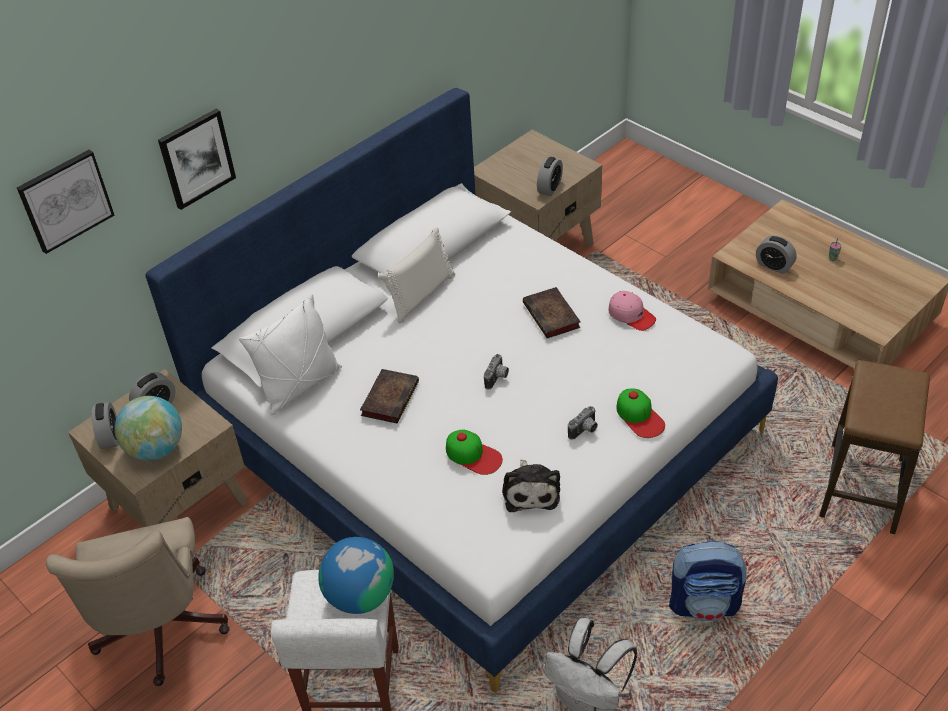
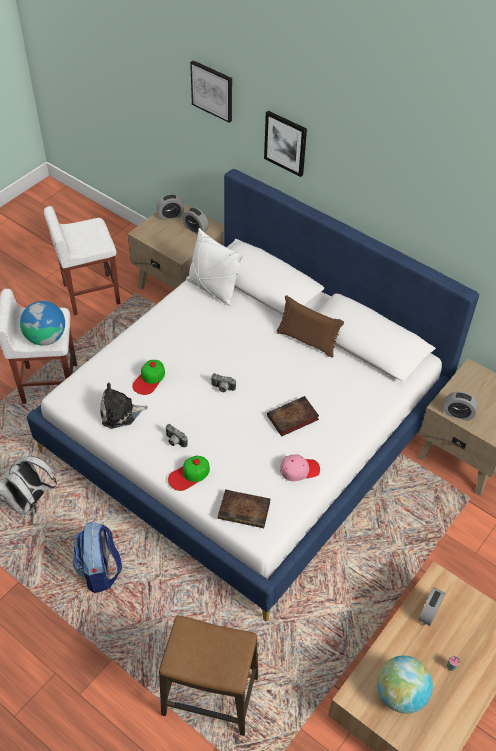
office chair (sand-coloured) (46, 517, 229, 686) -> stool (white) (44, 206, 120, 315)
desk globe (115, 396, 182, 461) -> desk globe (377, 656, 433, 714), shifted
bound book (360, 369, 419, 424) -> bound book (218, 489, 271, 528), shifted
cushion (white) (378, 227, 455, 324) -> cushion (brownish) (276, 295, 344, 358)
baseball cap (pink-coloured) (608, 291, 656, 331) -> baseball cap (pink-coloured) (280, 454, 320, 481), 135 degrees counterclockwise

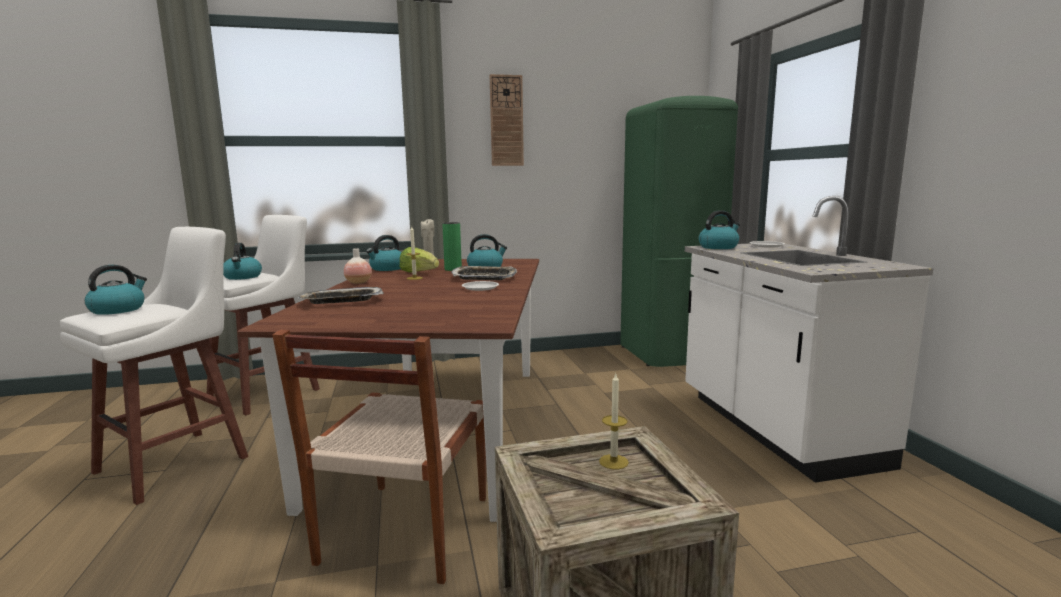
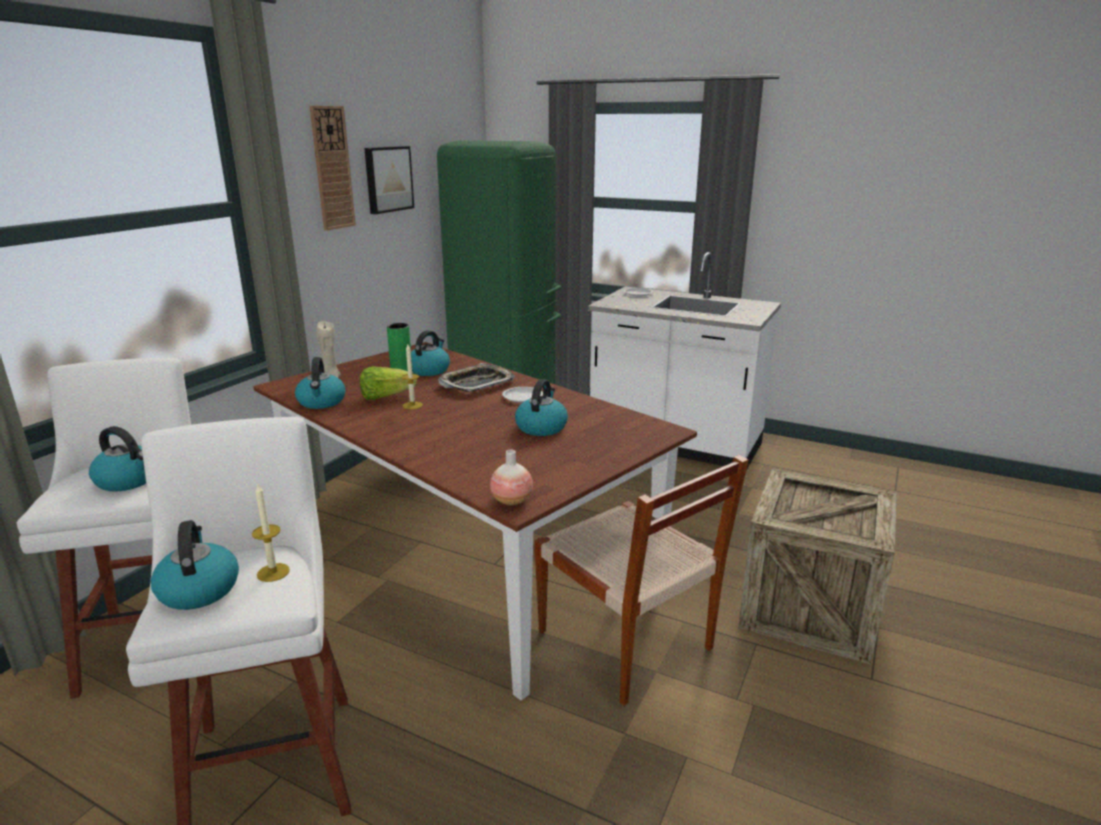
tray (298, 287, 384, 304) -> none
decorative vase (344, 248, 372, 284) -> decorative vase (490, 450, 533, 506), shifted
candle (599, 374, 629, 469) -> candle (252, 484, 290, 582), shifted
water kettle (699, 210, 740, 249) -> water kettle (515, 379, 568, 436), shifted
none -> picture (364, 146, 414, 214)

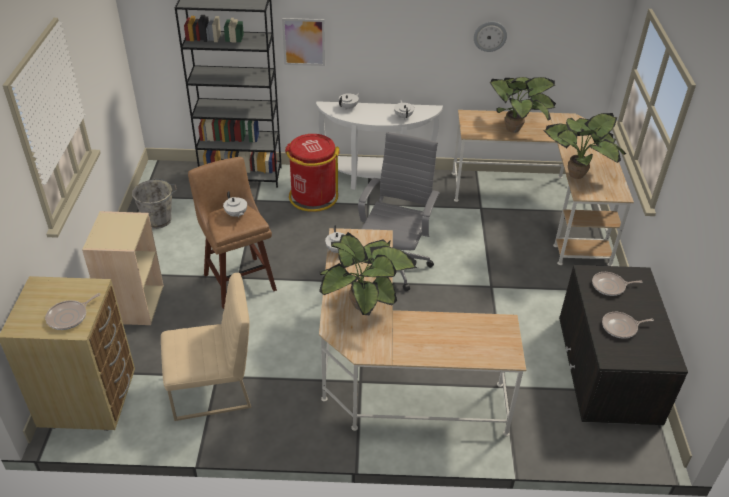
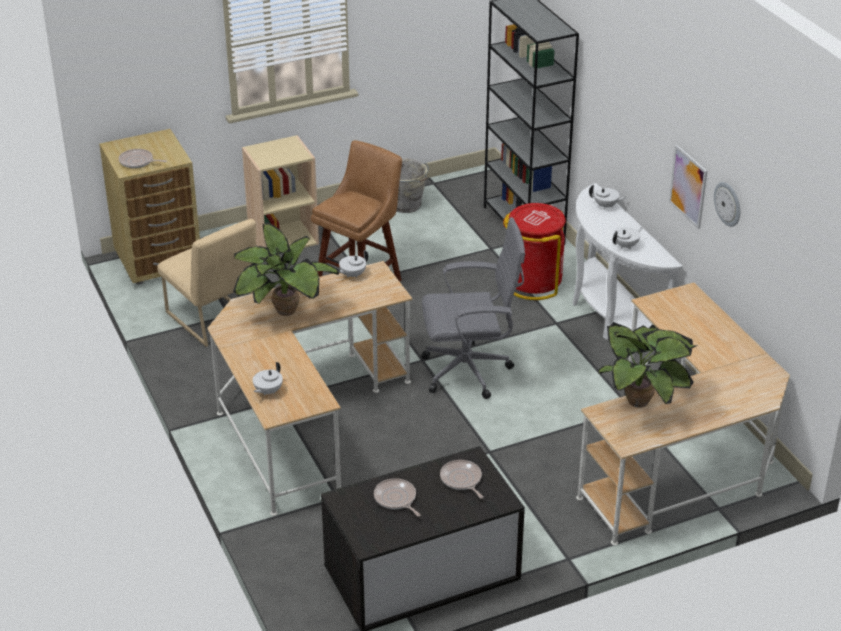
tea pot (white) (223, 191, 247, 217) -> tea pot (white) (253, 362, 283, 396), shifted
picture (282, 18, 325, 66) -> picture (669, 145, 707, 229), shifted
houseplant (490, 77, 556, 133) -> none

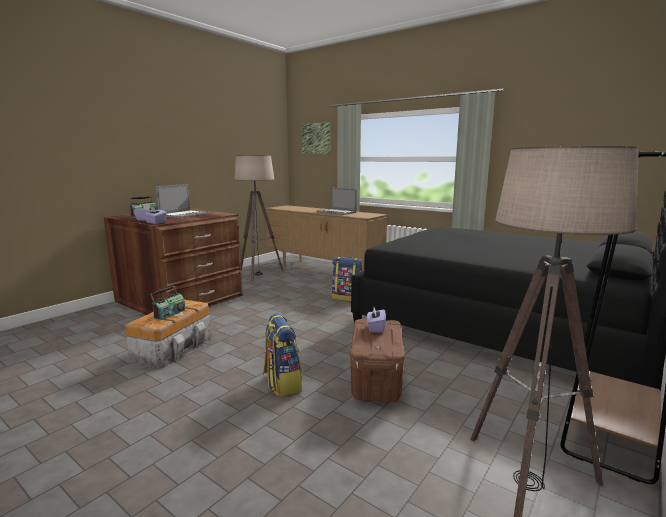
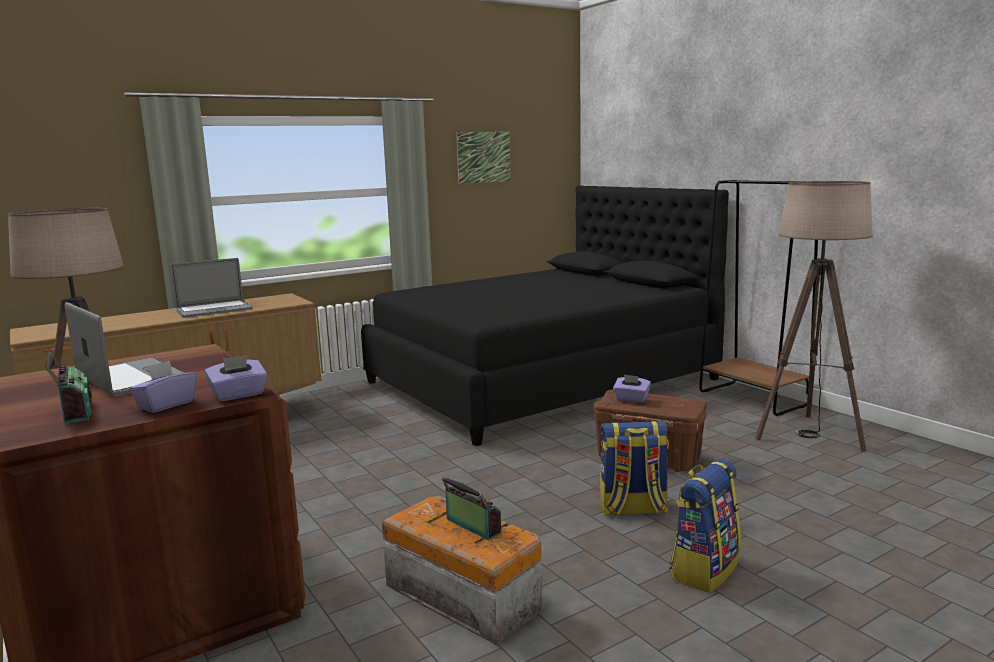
picture (302, 122, 331, 154) -> picture (456, 132, 511, 184), shifted
backpack (332, 257, 363, 302) -> backpack (669, 459, 741, 593), shifted

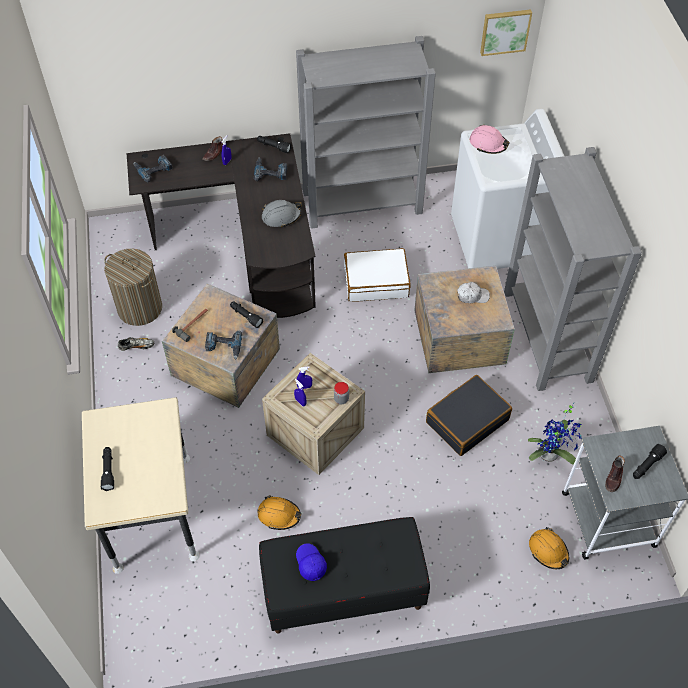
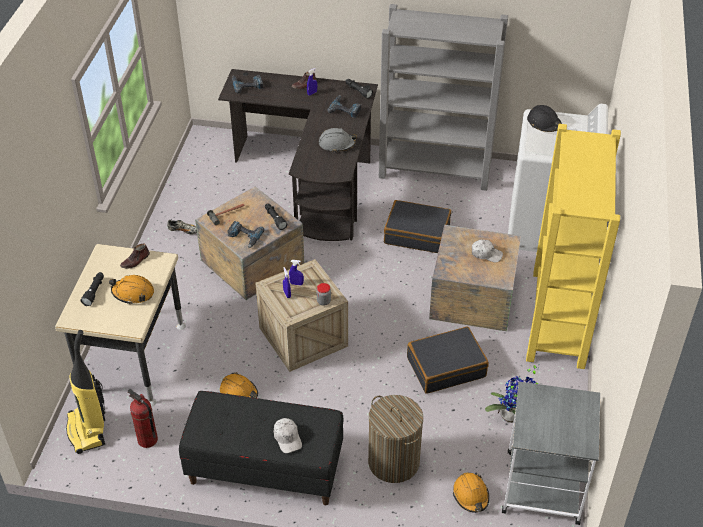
hamper (104, 249, 162, 326) -> hamper (368, 395, 423, 483), shifted
baseball cap (blue-coloured) (296, 543, 327, 581) -> none
piece of luggage (white) (344, 248, 411, 302) -> piece of luggage (black-coloured) (384, 200, 451, 253)
hard hat (pink-coloured) (470, 125, 510, 154) -> hard hat (black-coloured) (527, 105, 562, 132)
picture (480, 9, 532, 56) -> none
bookcase (gray) (504, 147, 642, 391) -> bookcase (yellow) (526, 124, 621, 369)
item of footwear (brownish) (605, 455, 625, 492) -> item of footwear (brownish) (120, 243, 150, 268), shifted
torch (black-coloured) (633, 444, 667, 479) -> none
none -> vacuum (66, 330, 106, 454)
none -> hard hat (orange) (109, 275, 154, 305)
none -> fire-fighting cylinder (128, 389, 158, 448)
none -> baseball cap (white) (274, 418, 302, 453)

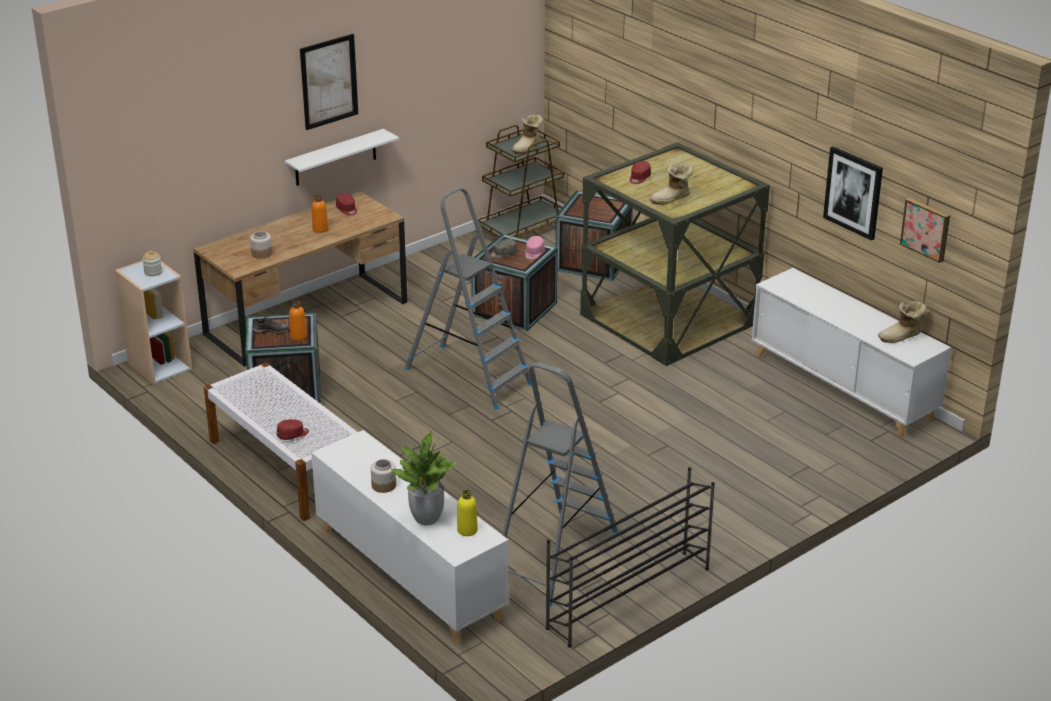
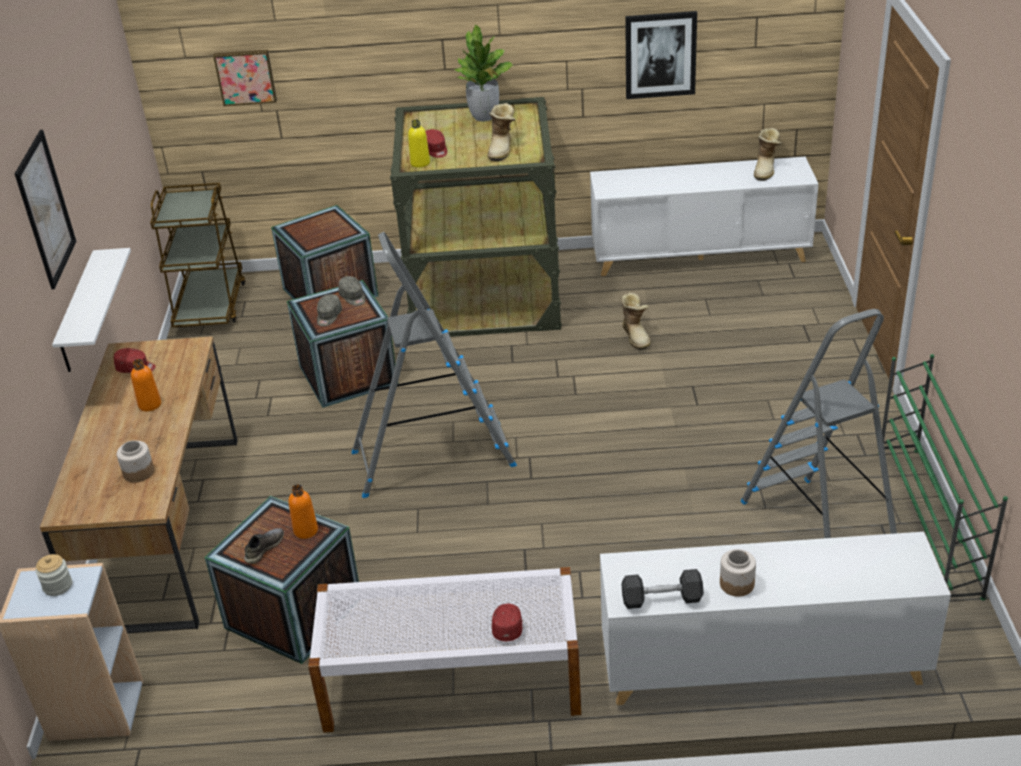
houseplant (391, 432, 457, 525) -> houseplant (454, 24, 513, 121), shifted
drink bottle (yellow) (457, 490, 478, 536) -> drink bottle (yellow) (408, 119, 430, 168), shifted
high-top boot (511, 115, 543, 154) -> high-top boot (621, 292, 651, 350), shifted
baseball cap (pink-coloured) (525, 236, 545, 259) -> baseball cap (gray) (338, 276, 366, 306)
shoe rack (black-coloured) (546, 467, 715, 648) -> shoe rack (greenish) (878, 354, 1008, 601)
picture (900, 198, 950, 263) -> picture (213, 50, 277, 106), shifted
none -> dumbbell (gray) (621, 569, 704, 609)

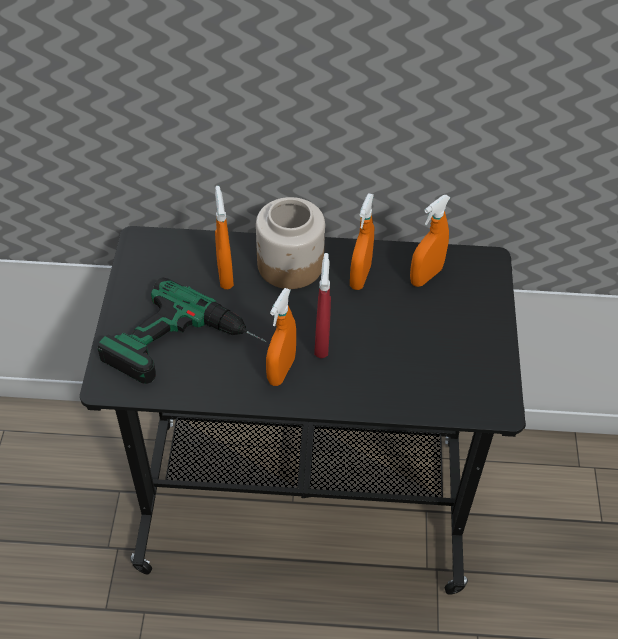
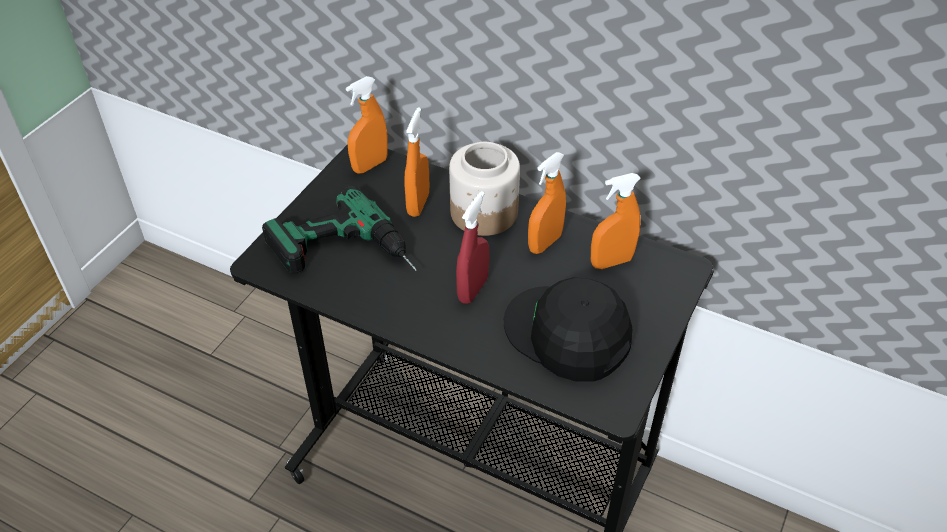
hand sprayer (orange) (266, 288, 296, 386) -> hand sprayer (orange) (346, 76, 388, 174), shifted
none -> baseball cap (black-coloured) (504, 277, 633, 382)

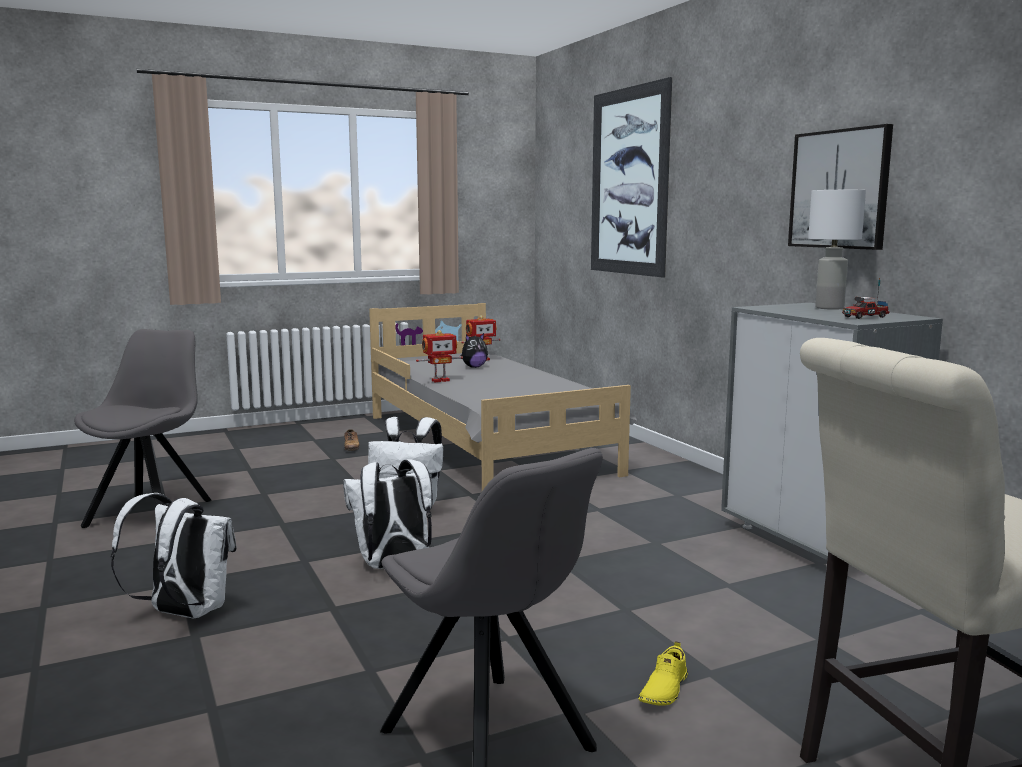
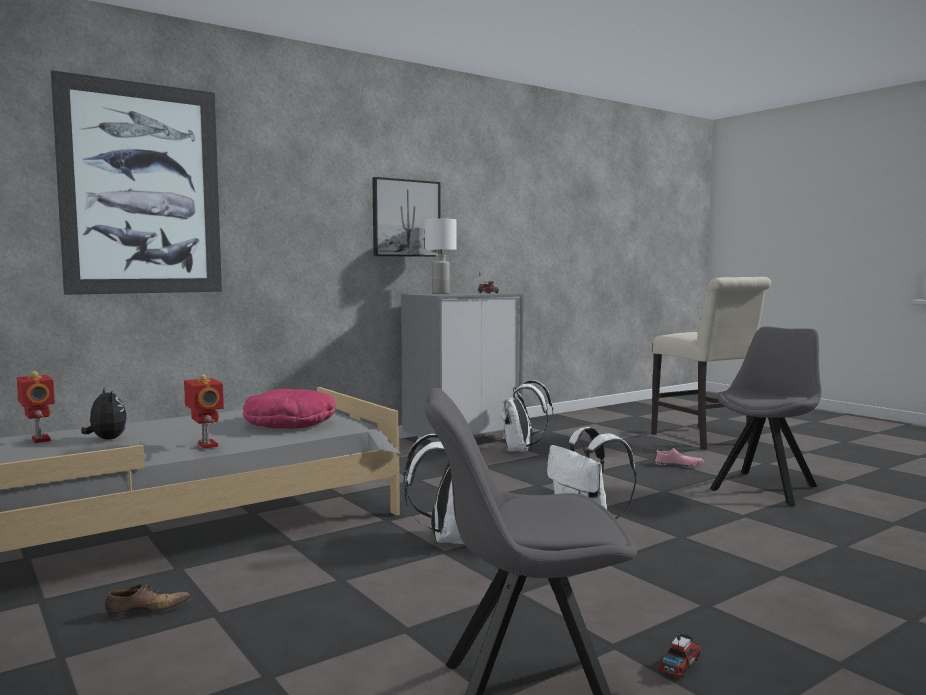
backpack (white) (111, 493, 237, 618) -> backpack (white) (501, 380, 553, 452), shifted
item of footwear (yellow) (638, 641, 688, 706) -> item of footwear (pink-coloured) (654, 448, 704, 467)
none -> cushion (pink-coloured) (243, 389, 336, 429)
none -> toy lorry (659, 630, 701, 678)

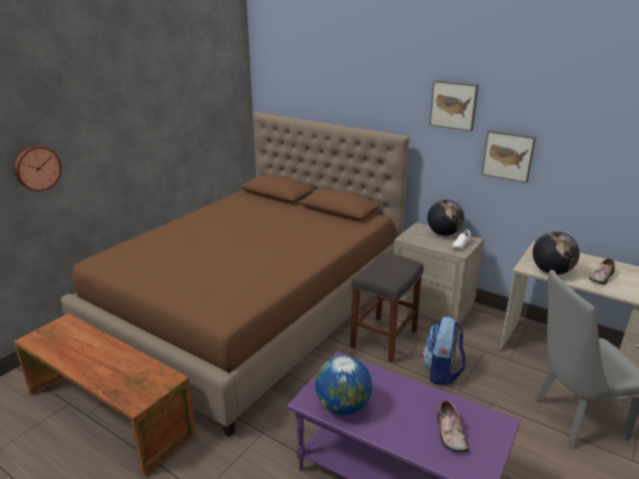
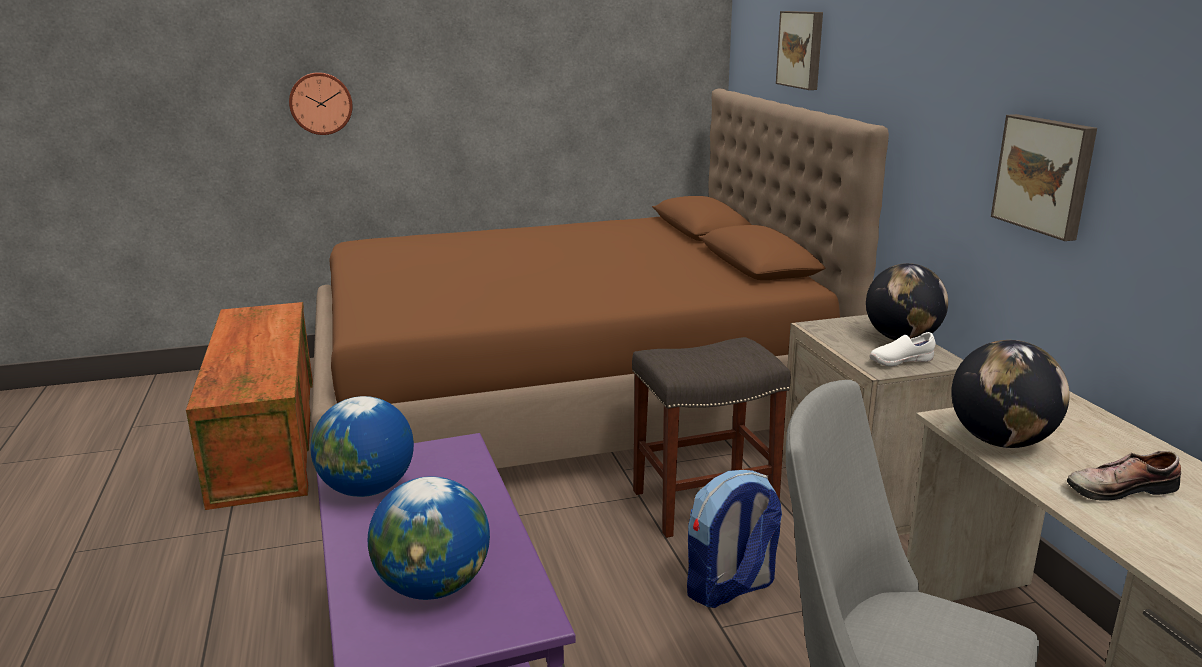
picture (430, 81, 479, 131) -> picture (776, 11, 823, 90), shifted
item of footwear (437, 400, 468, 452) -> desk globe (368, 476, 490, 600)

